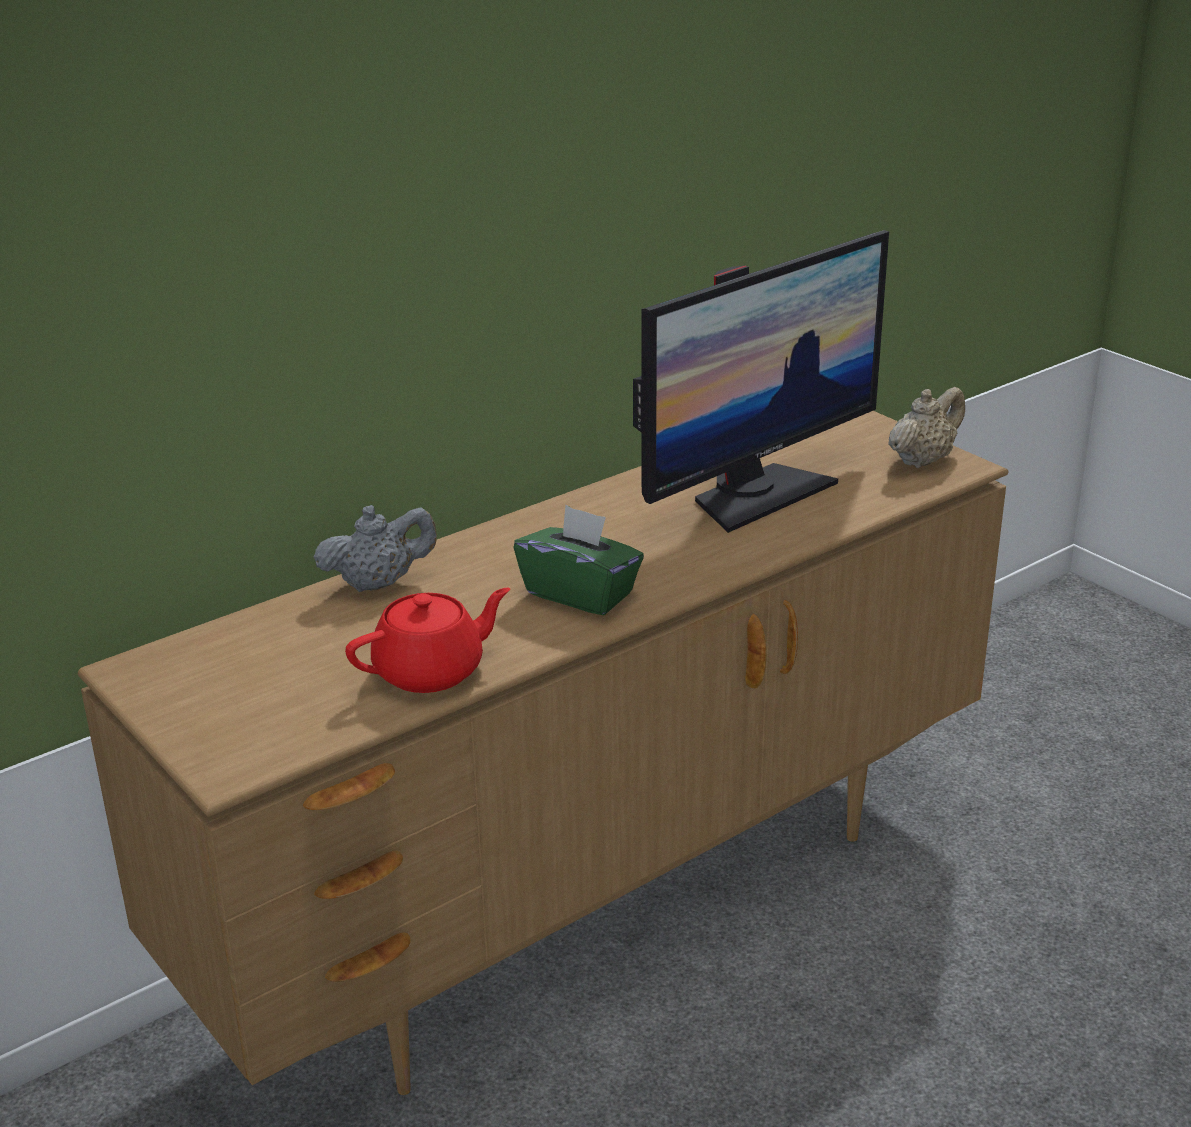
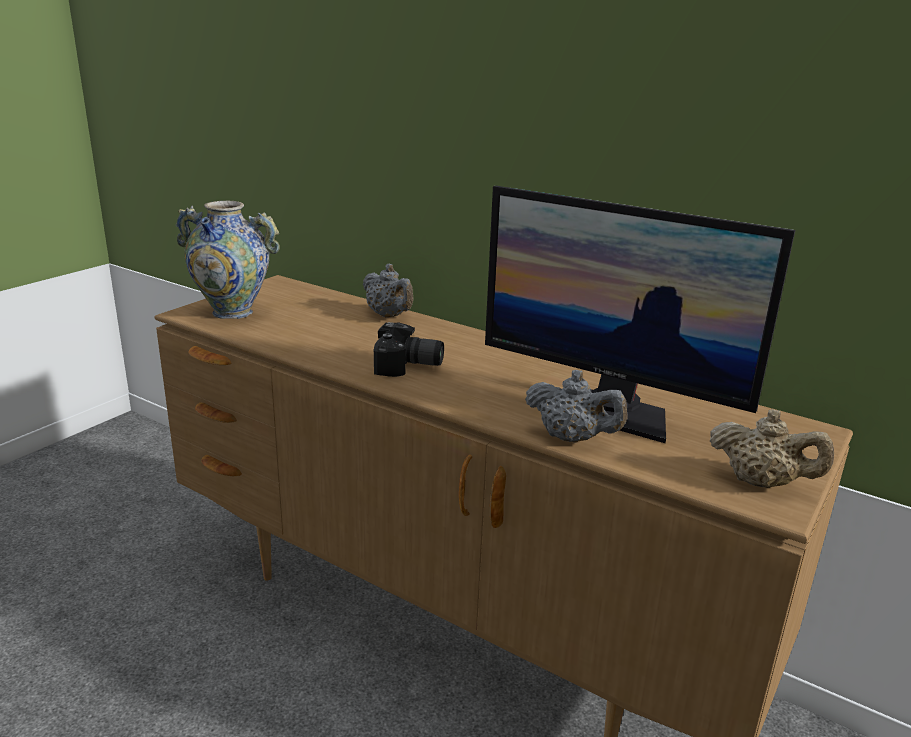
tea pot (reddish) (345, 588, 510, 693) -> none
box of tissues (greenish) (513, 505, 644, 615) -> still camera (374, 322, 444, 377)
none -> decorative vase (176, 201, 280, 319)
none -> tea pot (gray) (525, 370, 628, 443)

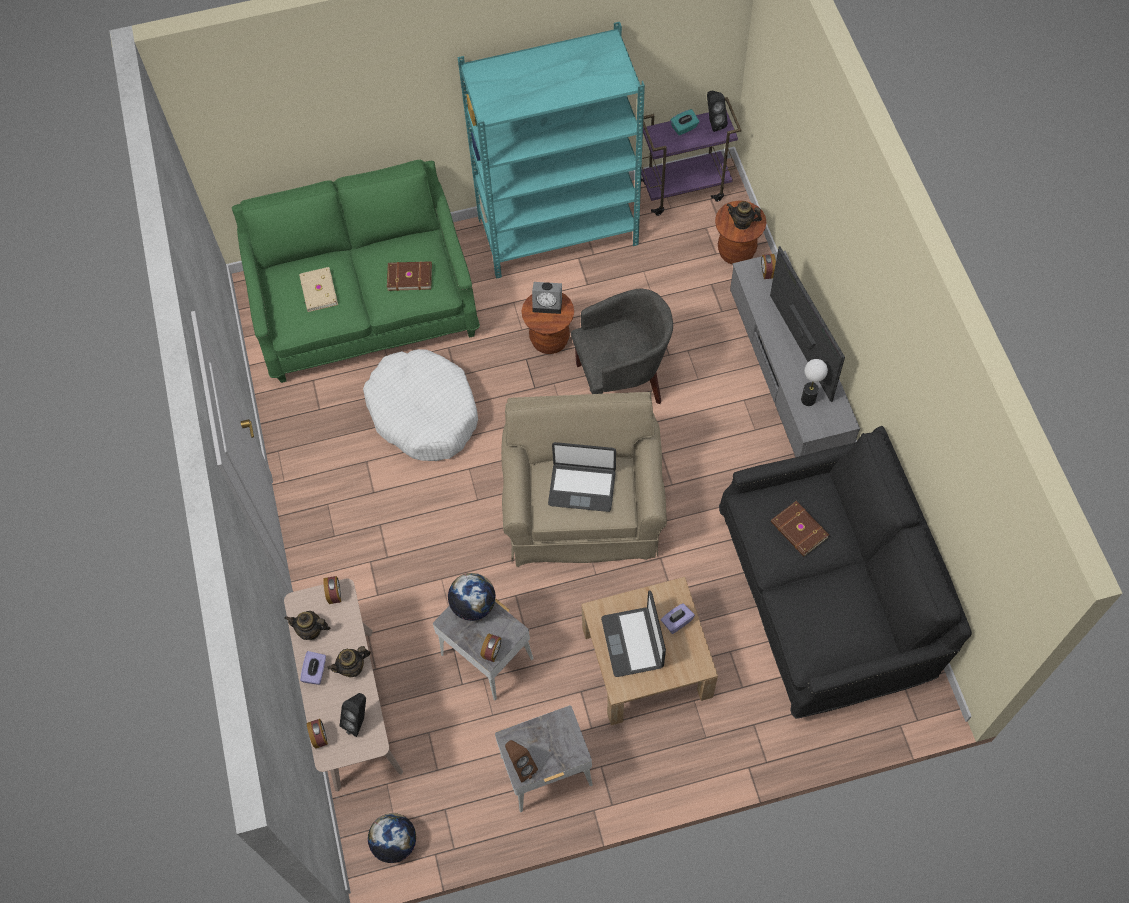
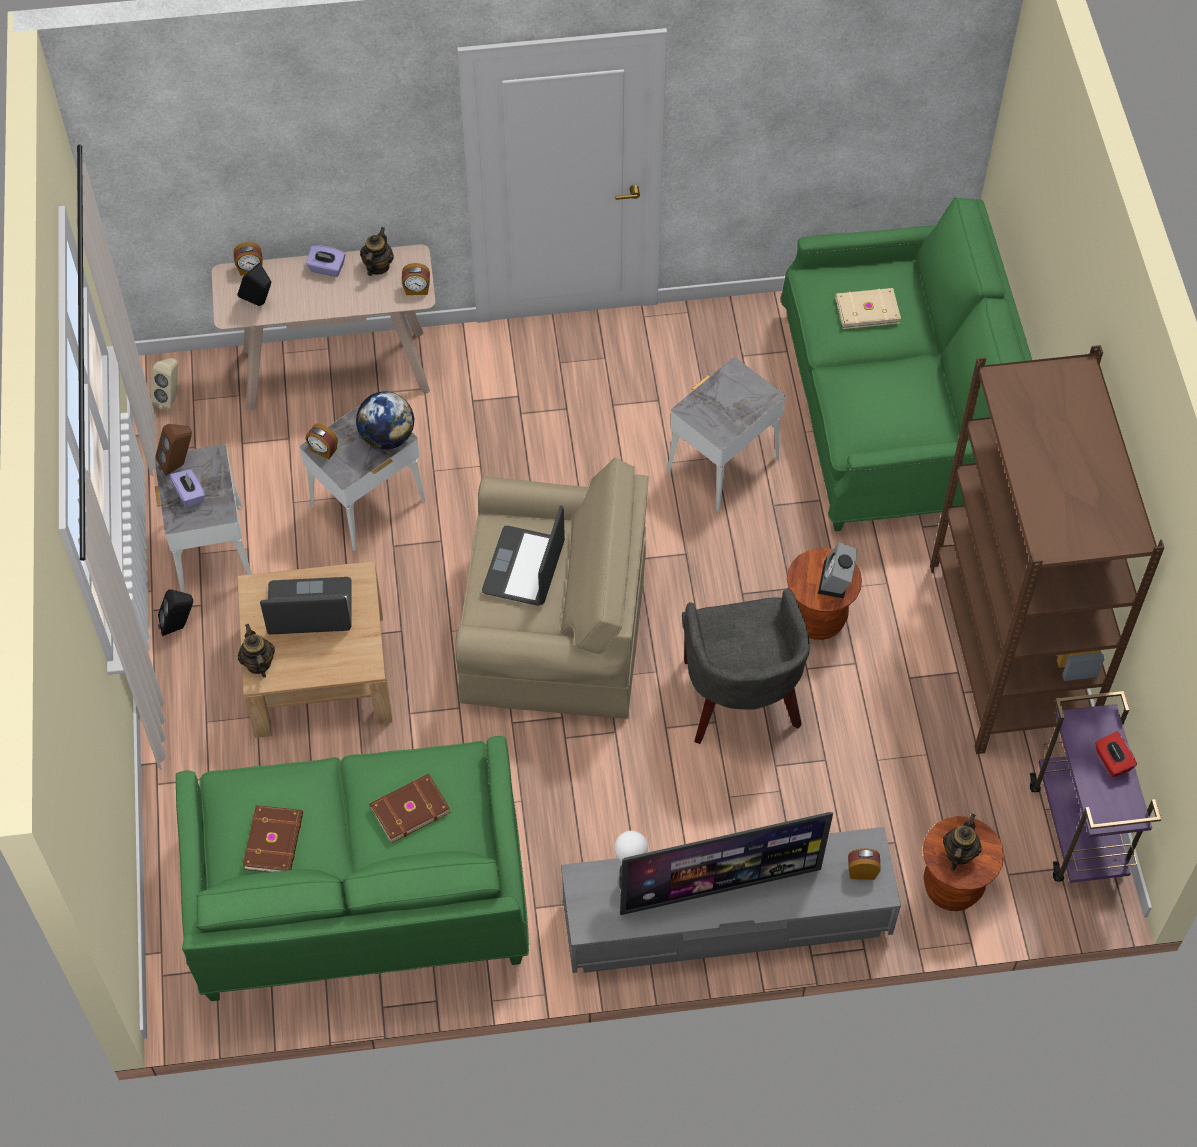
tea pot (327, 646, 371, 678) -> tea pot (238, 624, 275, 677), shifted
dog cushion (white) (363, 349, 478, 461) -> accent table (667, 357, 785, 512)
desk globe (368, 813, 416, 863) -> speaker (sand-coloured) (151, 358, 178, 411)
bound book (brownish) (387, 261, 432, 291) -> bound book (brownish) (243, 805, 303, 872), shifted
bookcase (turquoise) (457, 22, 645, 279) -> bookcase (brownish) (930, 345, 1165, 754)
box of tissues (purple-coloured) (661, 603, 695, 634) -> box of tissues (purple-coloured) (170, 469, 205, 508), shifted
box of tissues (turquoise) (670, 109, 699, 136) -> box of tissues (reddish) (1095, 731, 1137, 777)
speaker (black-coloured) (707, 91, 728, 132) -> speaker (black-coloured) (158, 589, 193, 636), shifted
sofa (black-coloured) (719, 426, 972, 719) -> sofa (greenish) (176, 736, 529, 1001)

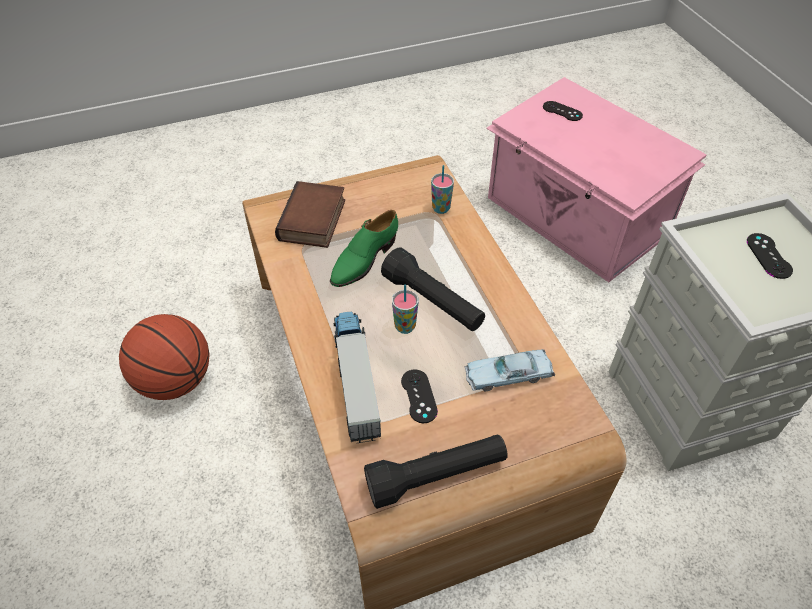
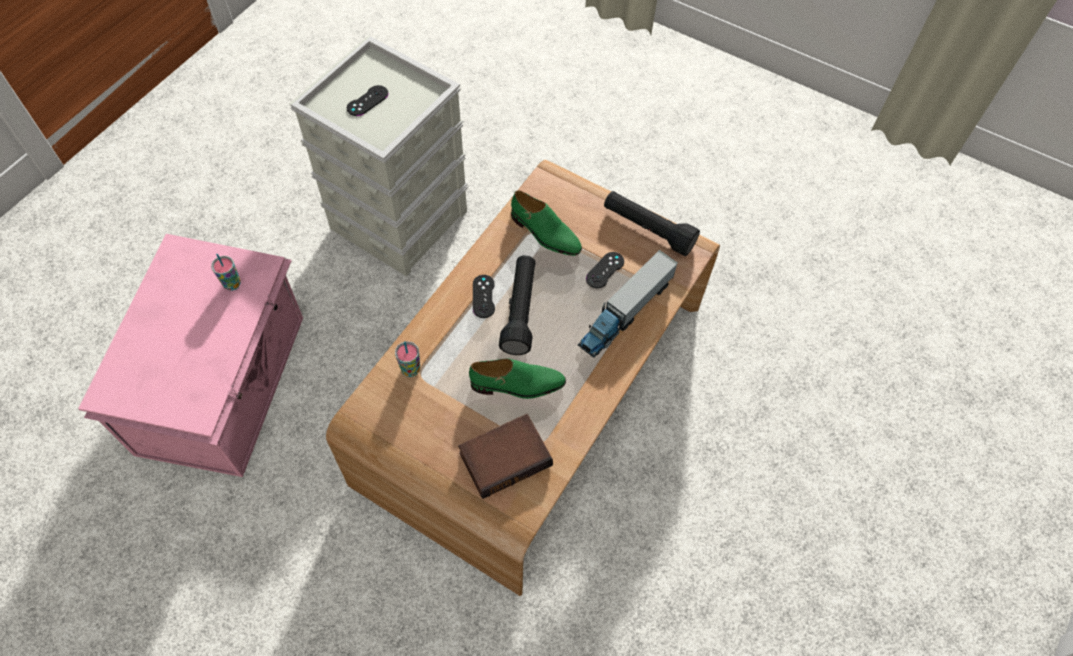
basketball (119, 314, 209, 400) -> none
drinking cup (392, 284, 418, 334) -> drinking cup (211, 254, 241, 291), shifted
toy car (blue-coloured) (465, 349, 555, 392) -> item of footwear (greenish) (511, 190, 582, 256)
joypad (black-coloured) (543, 101, 583, 121) -> joypad (black-coloured) (473, 275, 495, 318), shifted

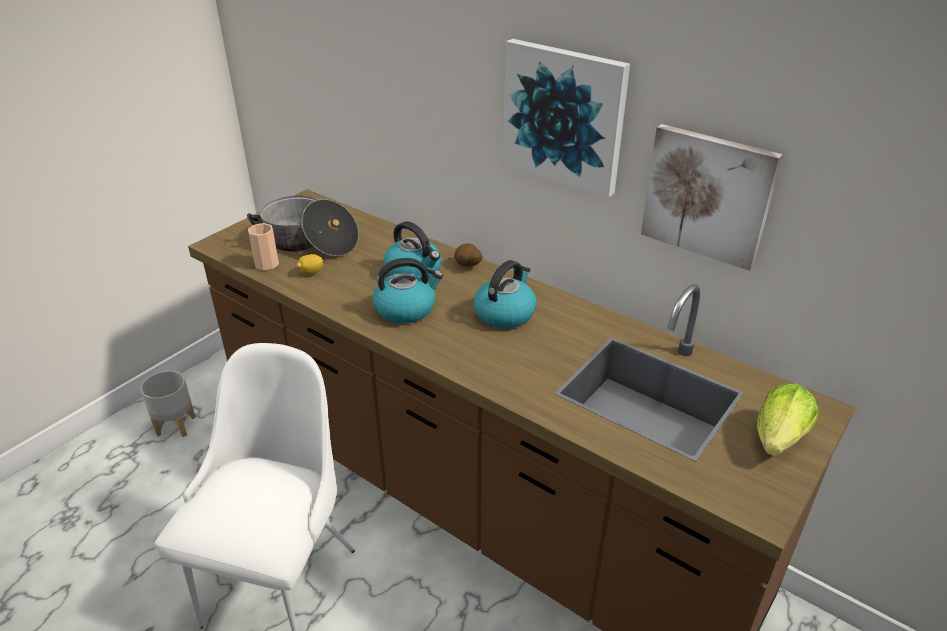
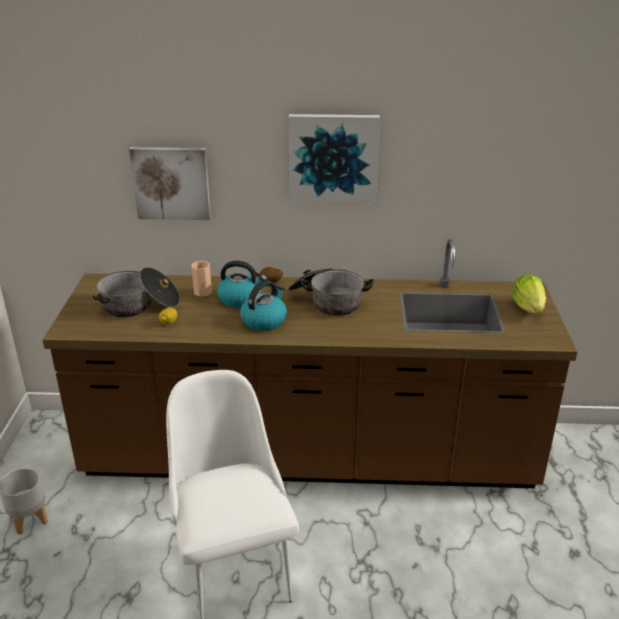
drinking cup (248, 223, 279, 270) -> drinking cup (192, 261, 212, 297), shifted
water kettle (474, 260, 537, 329) -> saucepot (288, 268, 374, 316)
picture (641, 124, 783, 271) -> picture (129, 147, 211, 220), shifted

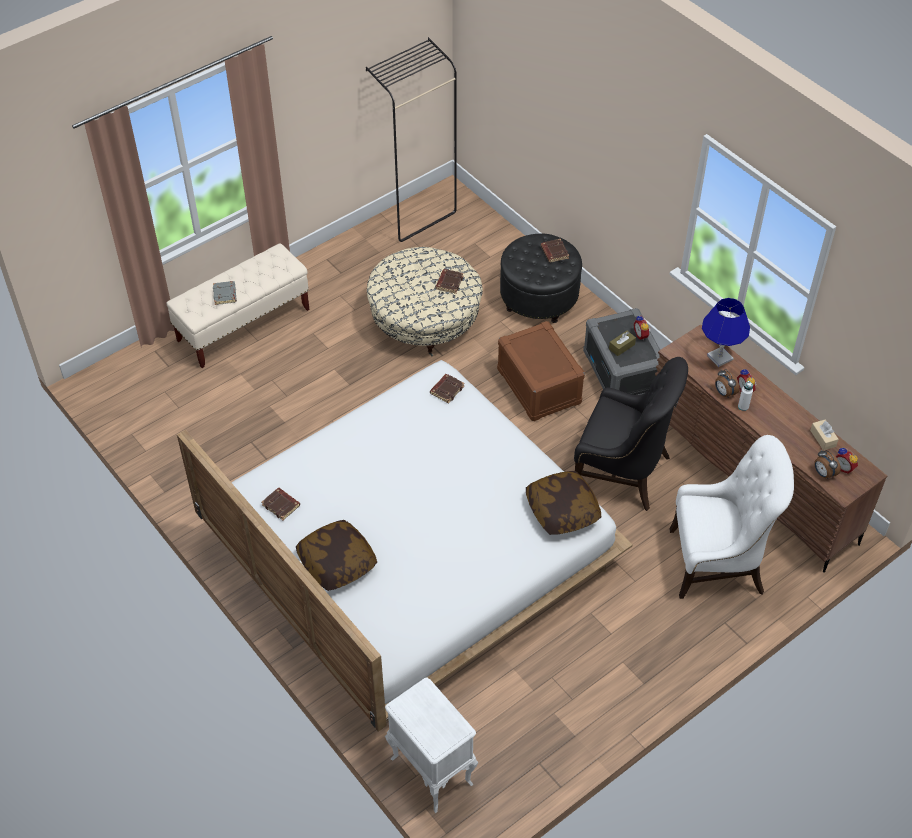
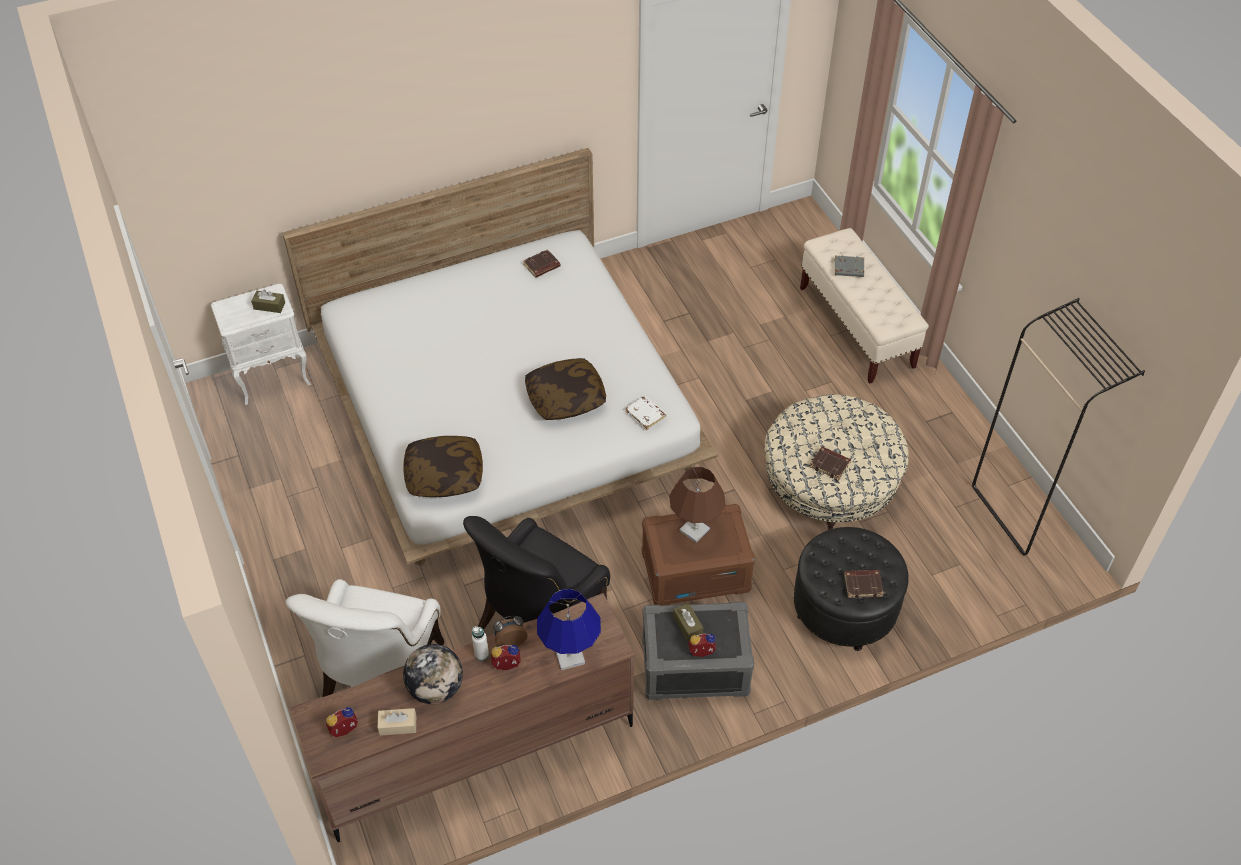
cushion (296, 520, 377, 591) -> cushion (525, 358, 606, 420), shifted
bound book (brownish) (430, 374, 465, 404) -> bound book (white) (625, 396, 666, 430)
table clock (814, 450, 841, 479) -> none
none -> box of tissues (brownish) (251, 290, 285, 313)
none -> desk globe (403, 644, 463, 704)
none -> tabletop lamp (brownish) (669, 467, 726, 543)

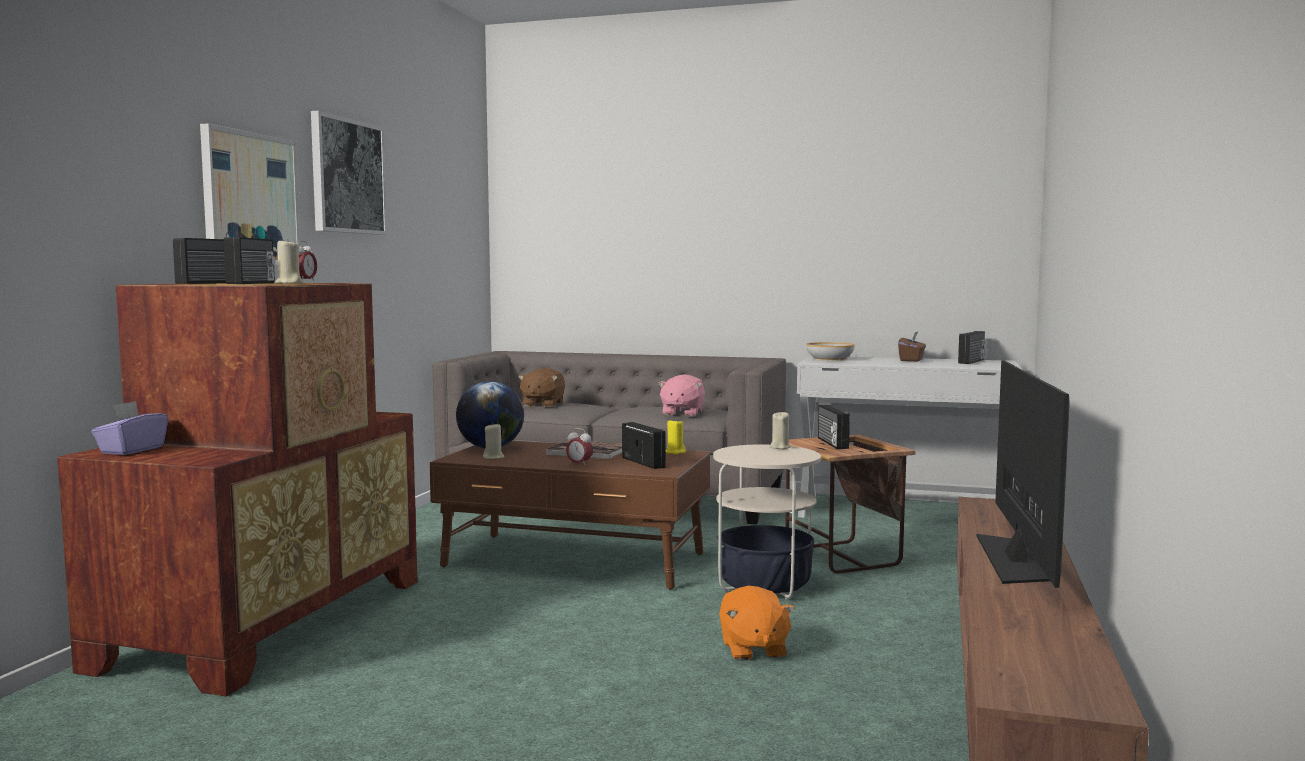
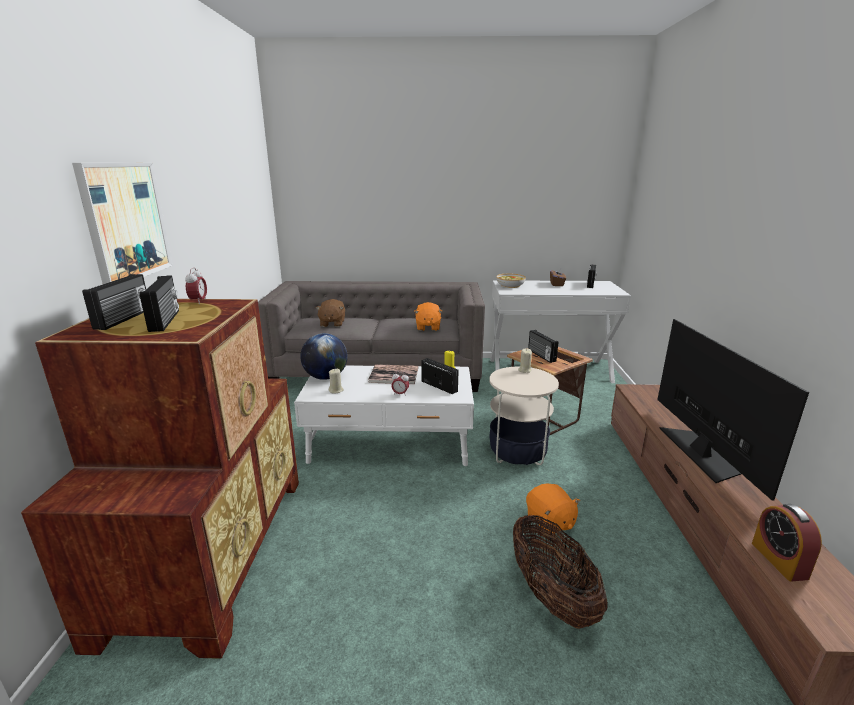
box of tissues (purple-coloured) (92, 401, 168, 455) -> none
candle (sand-coloured) (274, 238, 304, 284) -> none
picture (311, 111, 387, 235) -> none
low table (brownish) (429, 441, 710, 590) -> low table (white) (294, 365, 474, 466)
soft toy (pink-coloured) (658, 374, 705, 417) -> soft toy (orange) (414, 302, 443, 331)
none -> storage basket (513, 515, 608, 629)
none -> table clock (752, 504, 822, 582)

